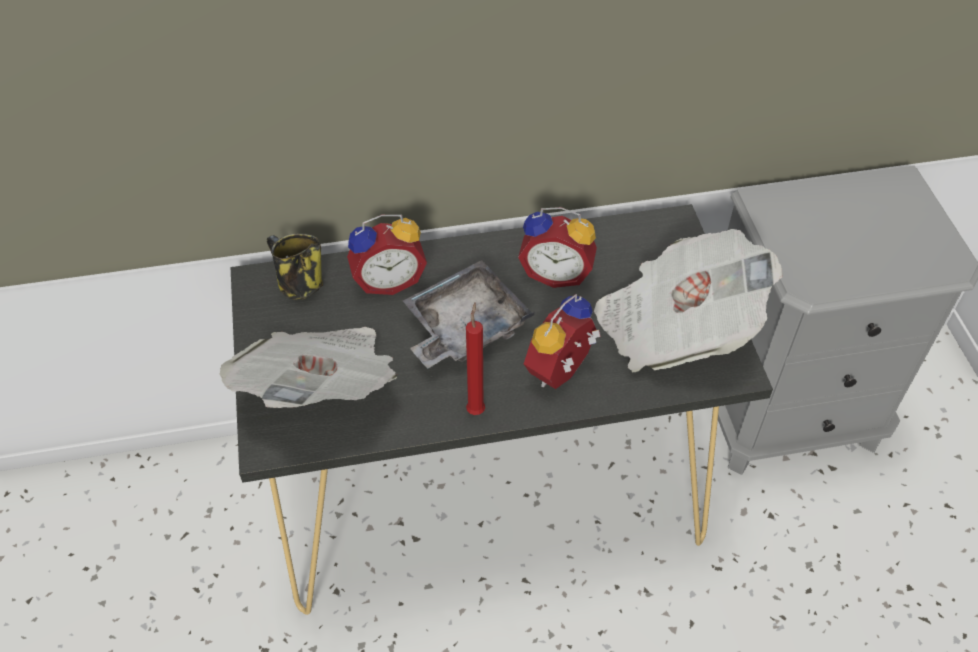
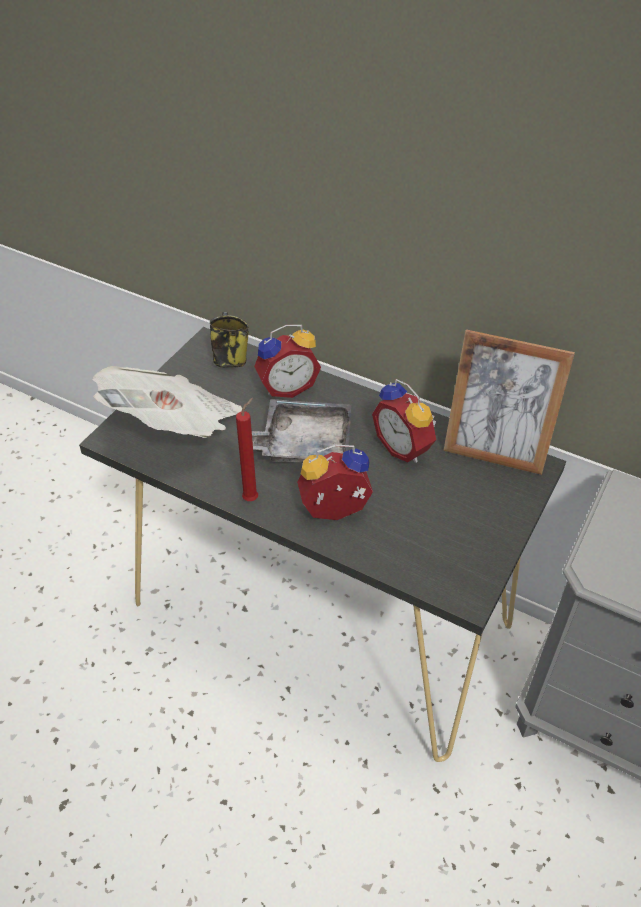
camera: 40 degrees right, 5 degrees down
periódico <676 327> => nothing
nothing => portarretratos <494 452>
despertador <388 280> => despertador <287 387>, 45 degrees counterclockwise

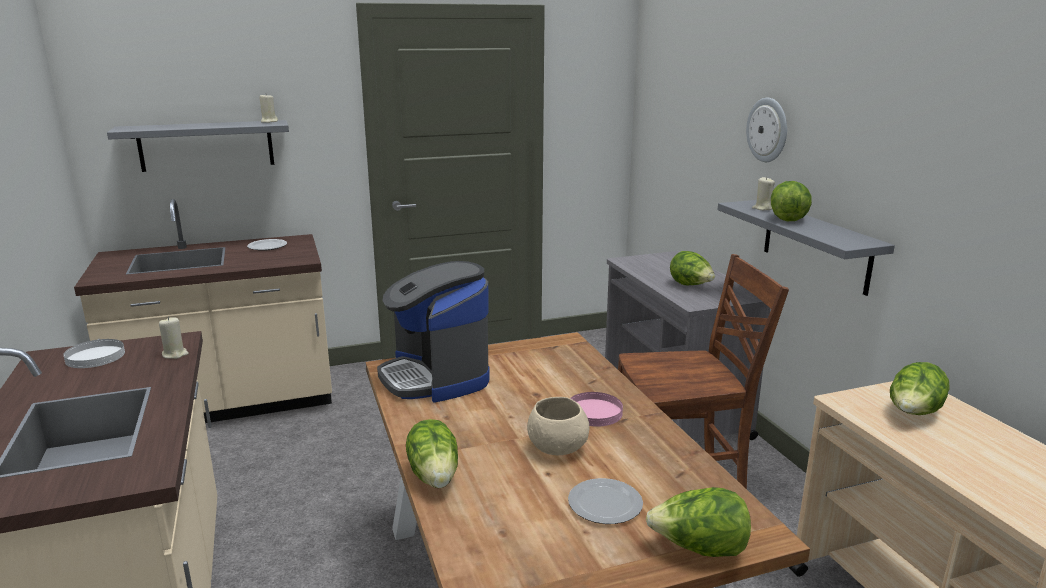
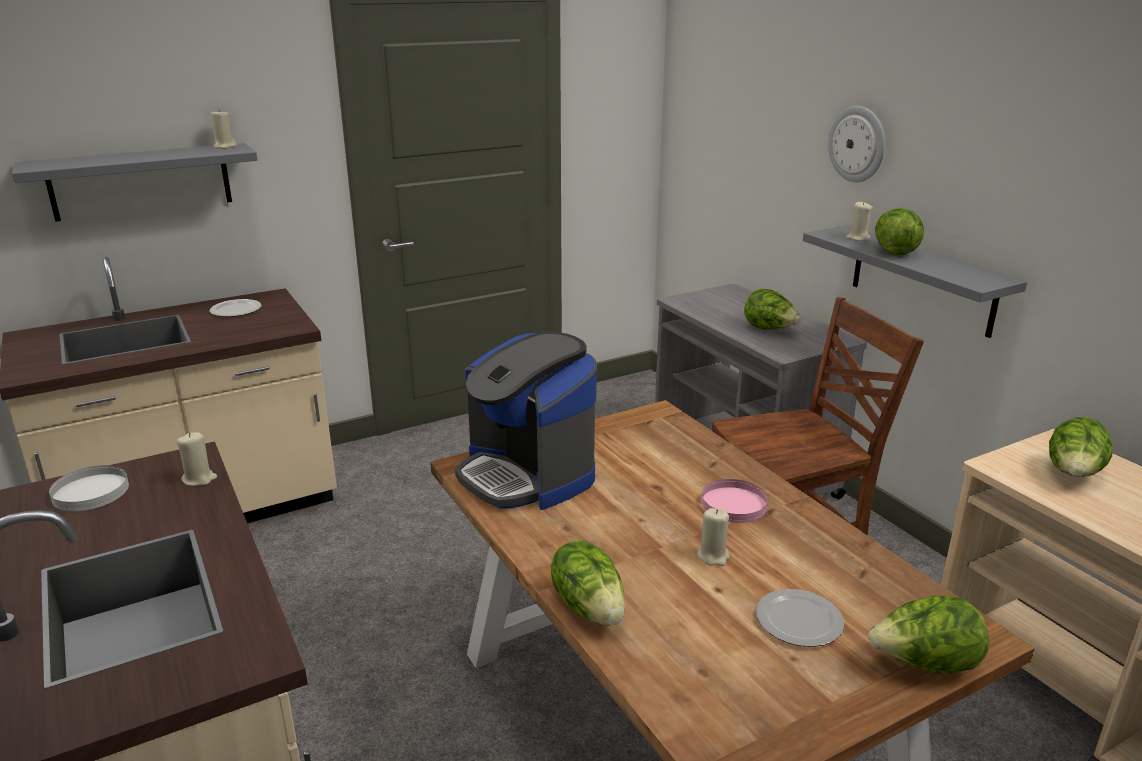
camera: 10 degrees left, 5 degrees up
cuenco (beis) <557 448> => vela (beis) <713 556>

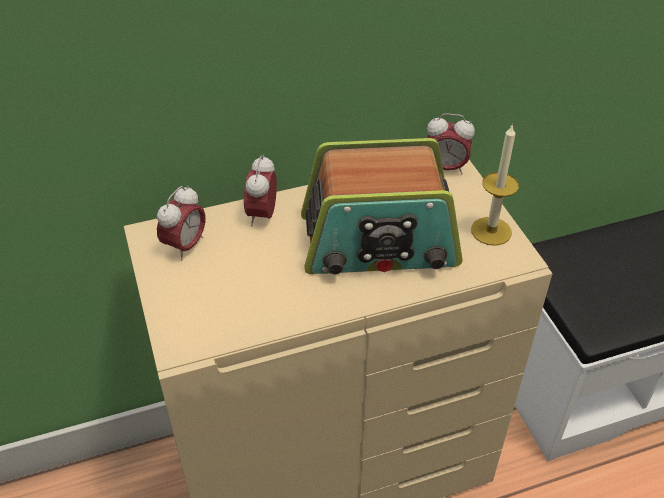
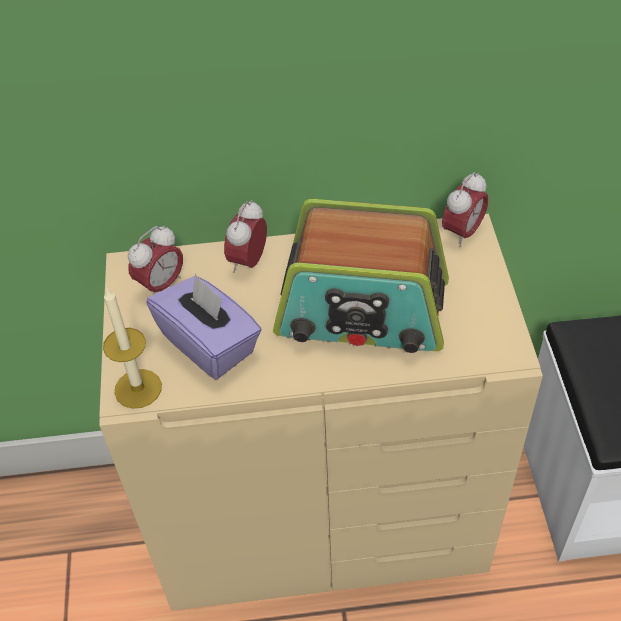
camera: 15 degrees right, 5 degrees up
nothing => caja de pañuelos (morado) <209 344>
vela <491 231> => vela <138 388>, moved
despertador <445 168> => despertador <462 233>, 75 degrees counterclockwise

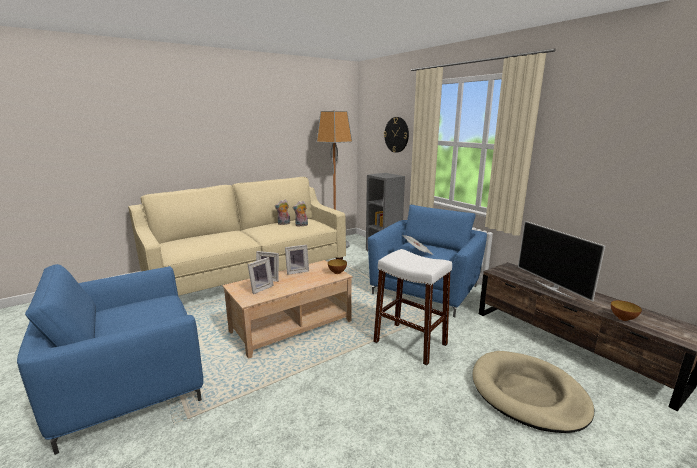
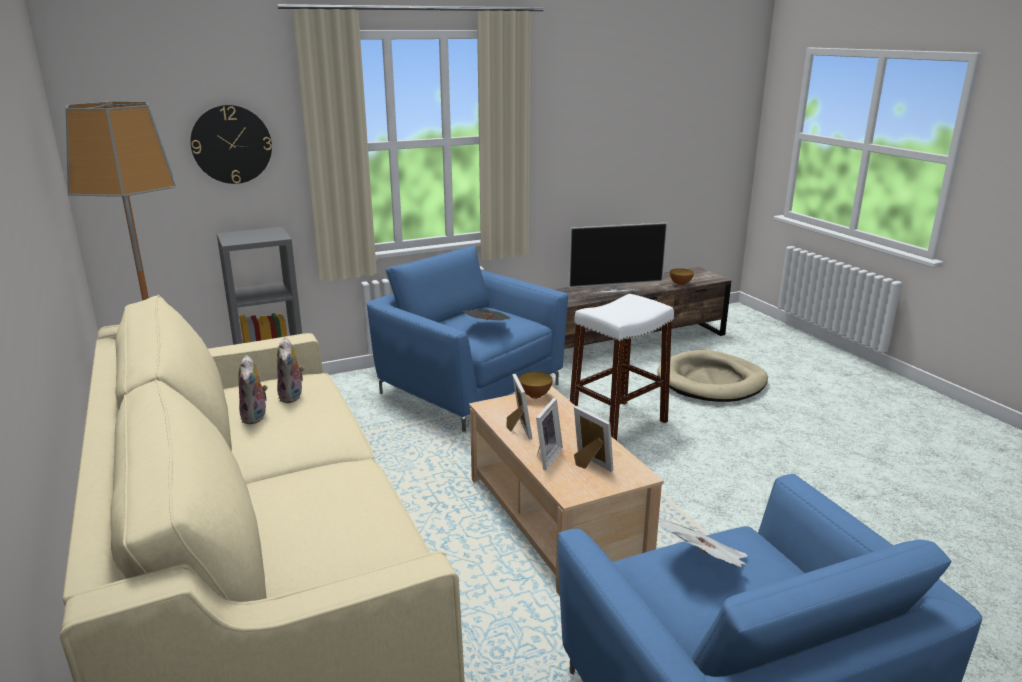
camera: 80 degrees left, 5 degrees up
nothing => periódico <704 563>

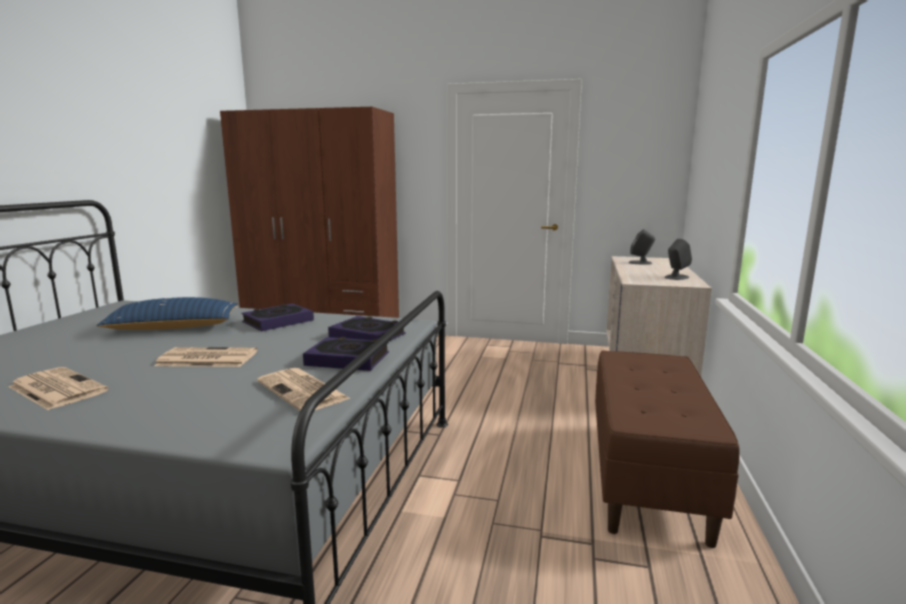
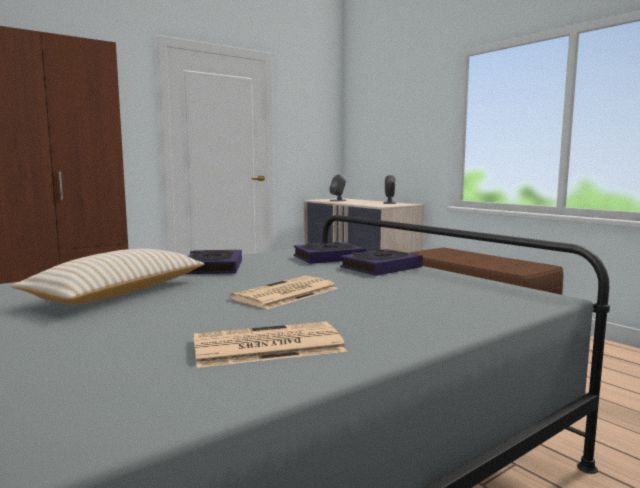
camera: 50 degrees left, 5 degrees down
periódico <304 391> => nothing
cojín (azul) <173 327> => cojín (beis) <119 293>

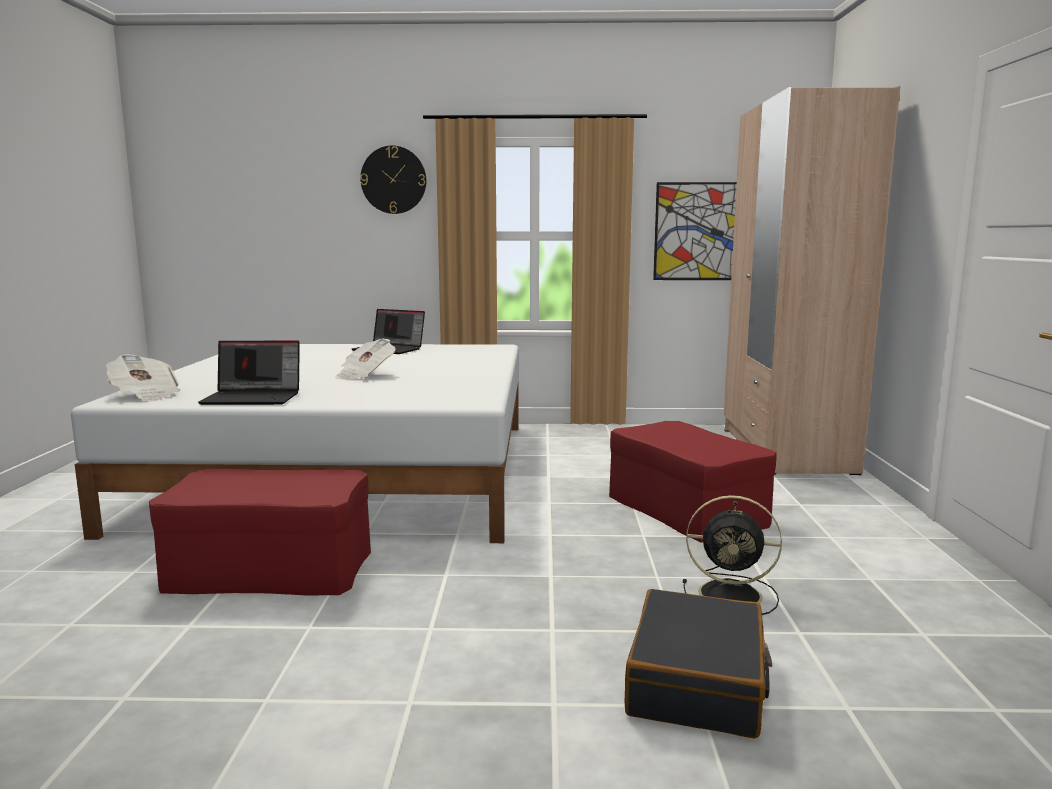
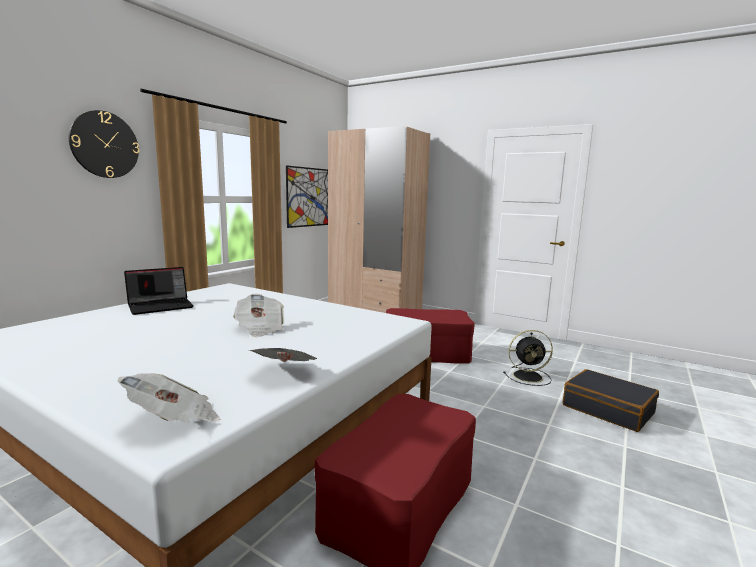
camera: 60 degrees left, 0 degrees up
portátil <254 398> => periódico <286 372>
ventilador (negro) <733 595> => ventilador (negro) <529 376>, 45 degrees clockwise

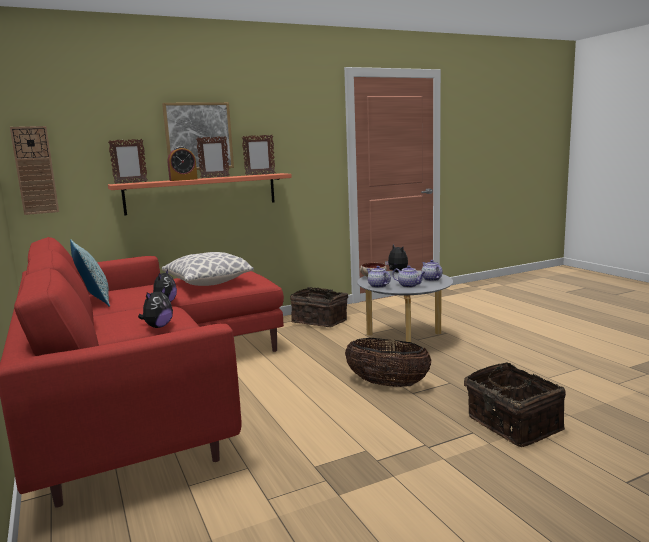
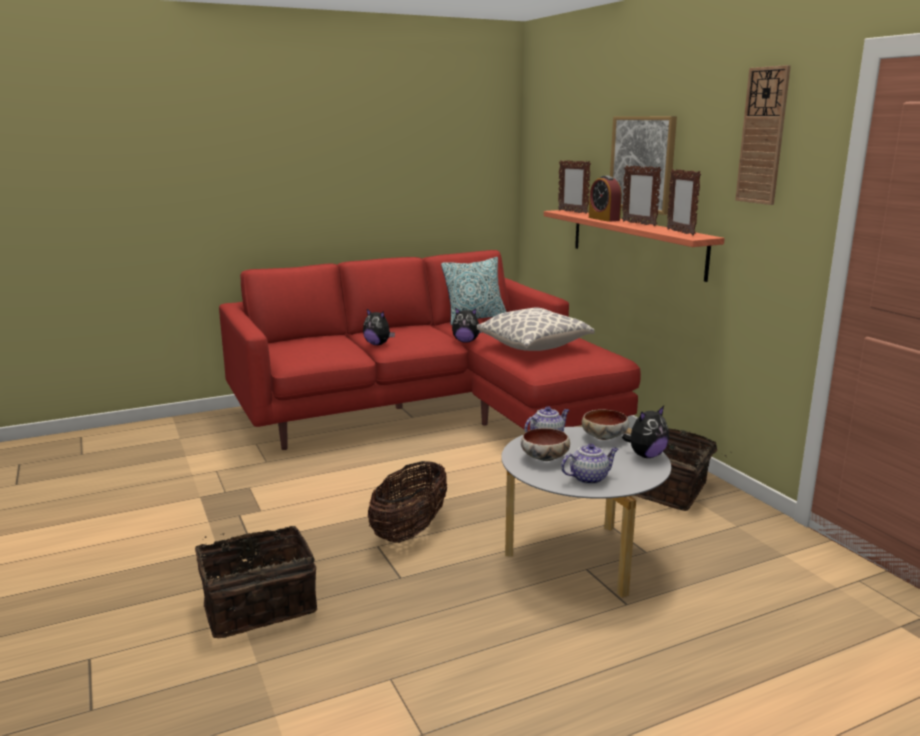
camera: 90 degrees right, 5 degrees up
reloj de pared <35 170> => reloj de pared <763 136>, moved
tetera <409 286> => cuenco <544 458>

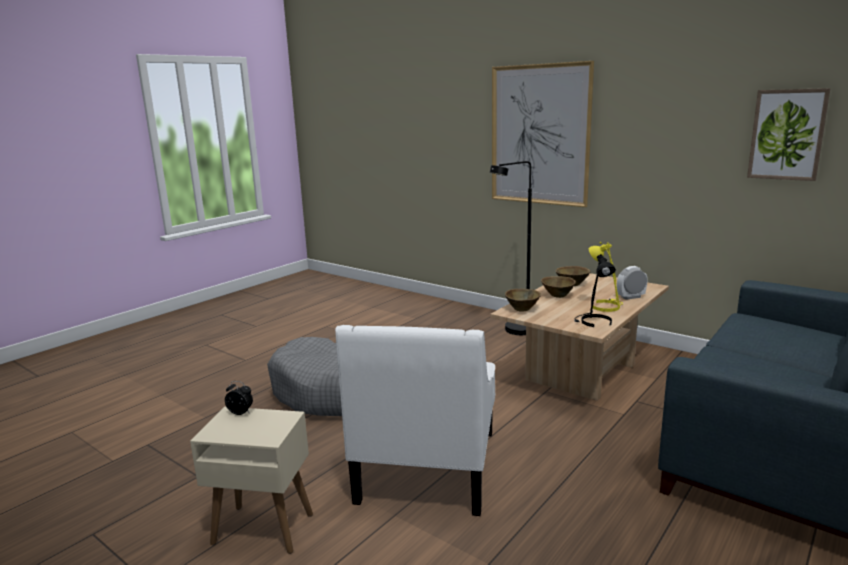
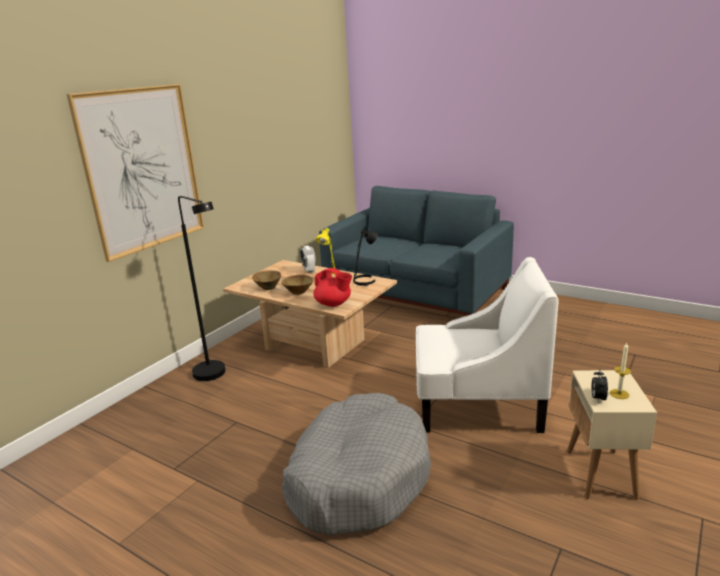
camera: 95 degrees left, 5 degrees up
cuadro <787 134> => nothing
nothing => vela <619 394>
cuenco (marrón) <522 309> => tetera (rojo) <333 304>

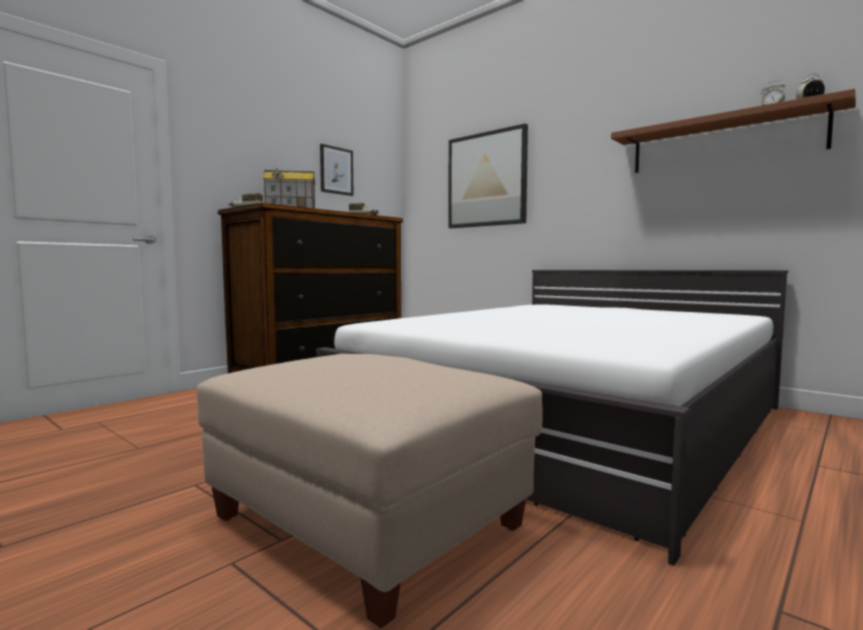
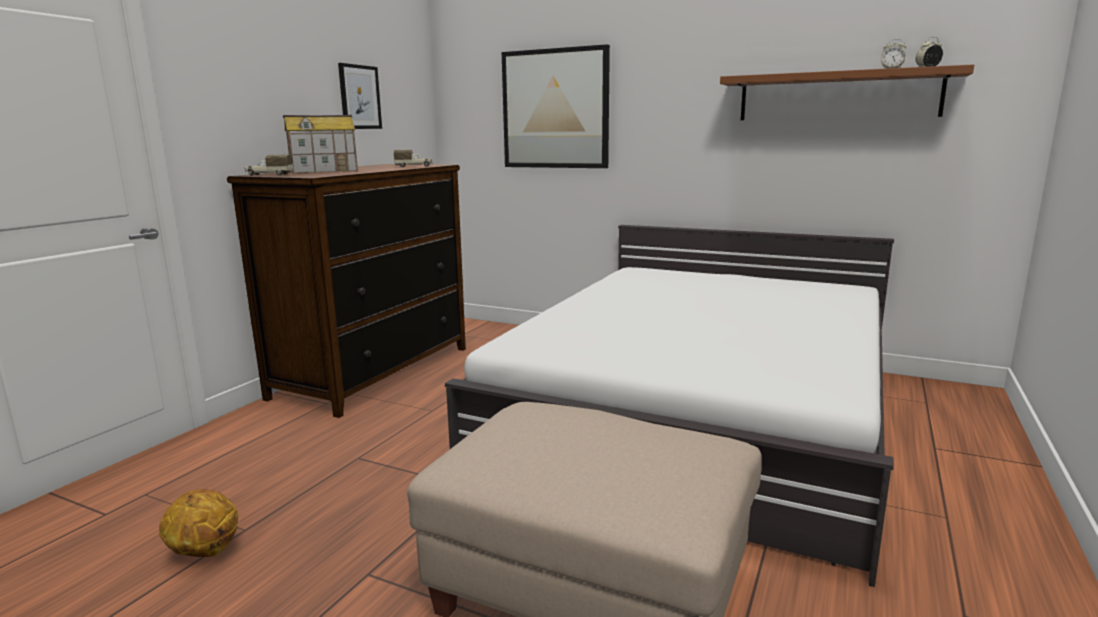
camera: 15 degrees left, 10 degrees up
nothing => balón de baloncesto <204 552>

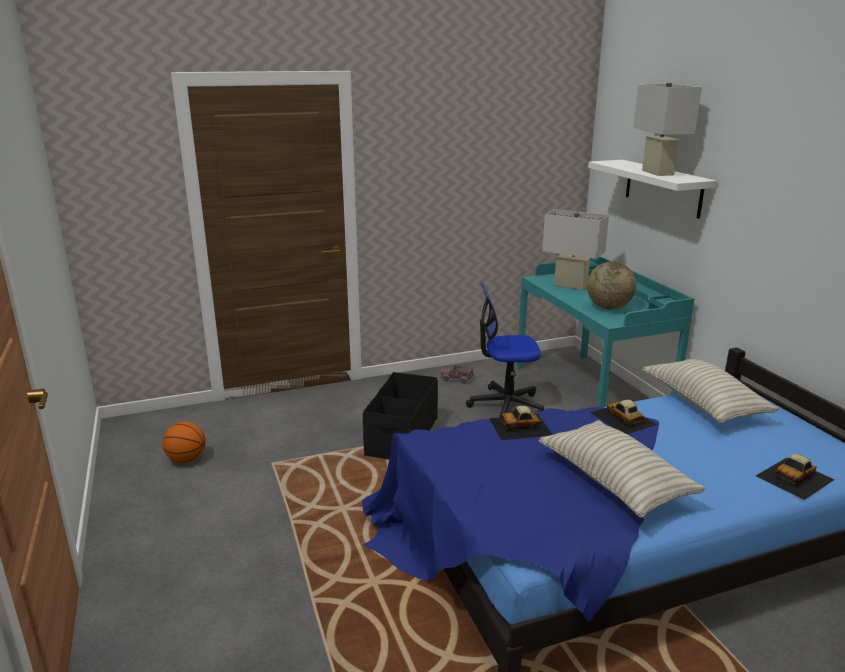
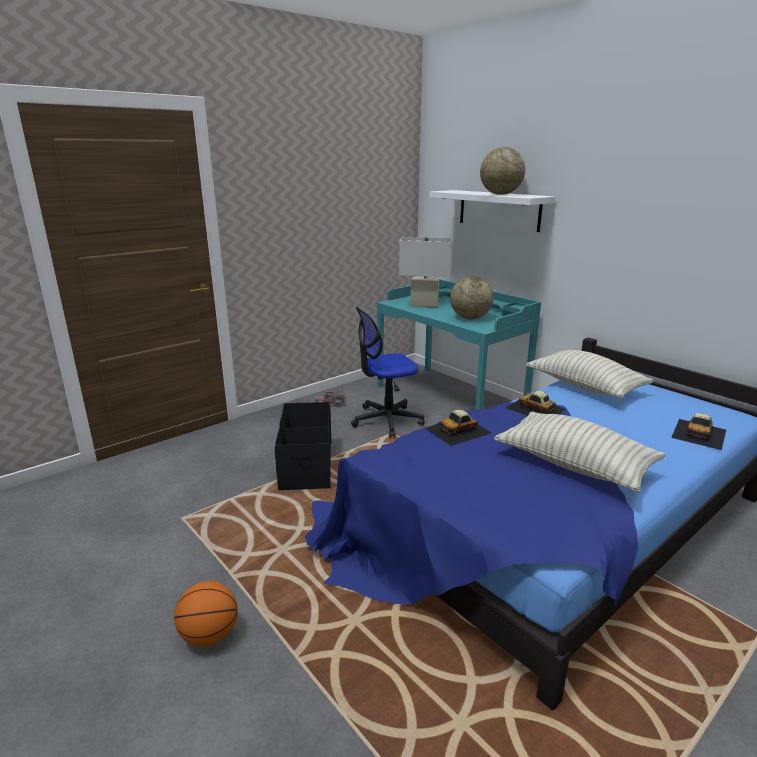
camera: 20 degrees left, 0 degrees up
balón de baloncesto <186 459> => balón de baloncesto <209 635>, moved
lámpara de mesa (blanco) <657 172> => globo terráqueo <500 194>

